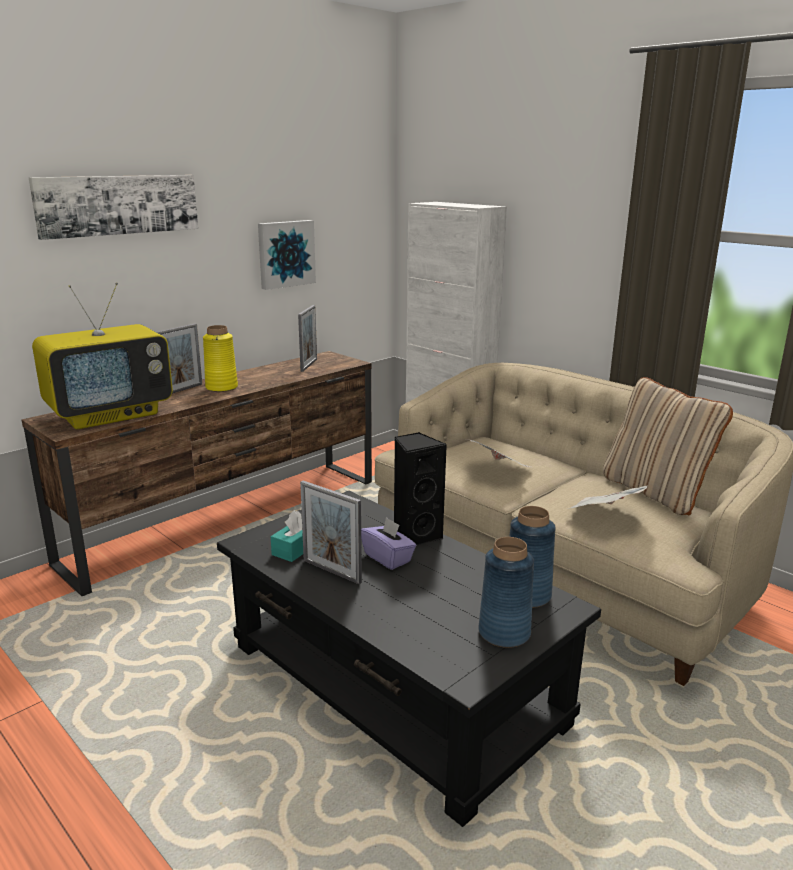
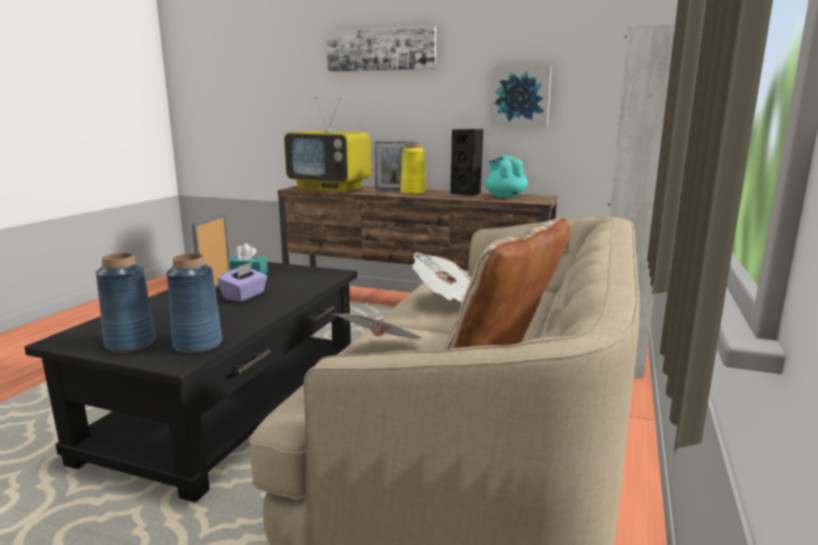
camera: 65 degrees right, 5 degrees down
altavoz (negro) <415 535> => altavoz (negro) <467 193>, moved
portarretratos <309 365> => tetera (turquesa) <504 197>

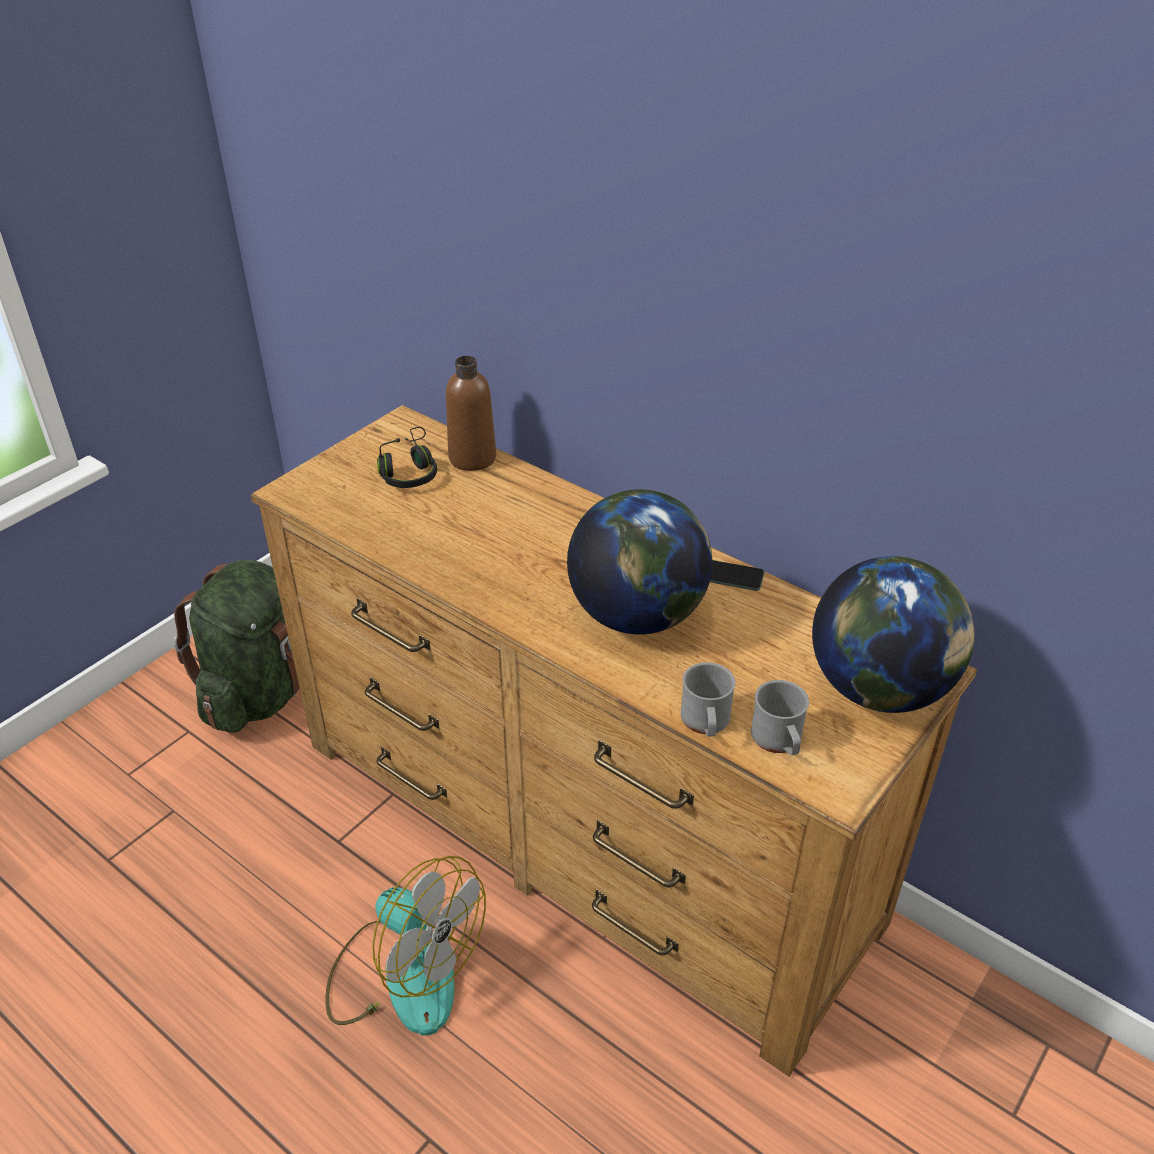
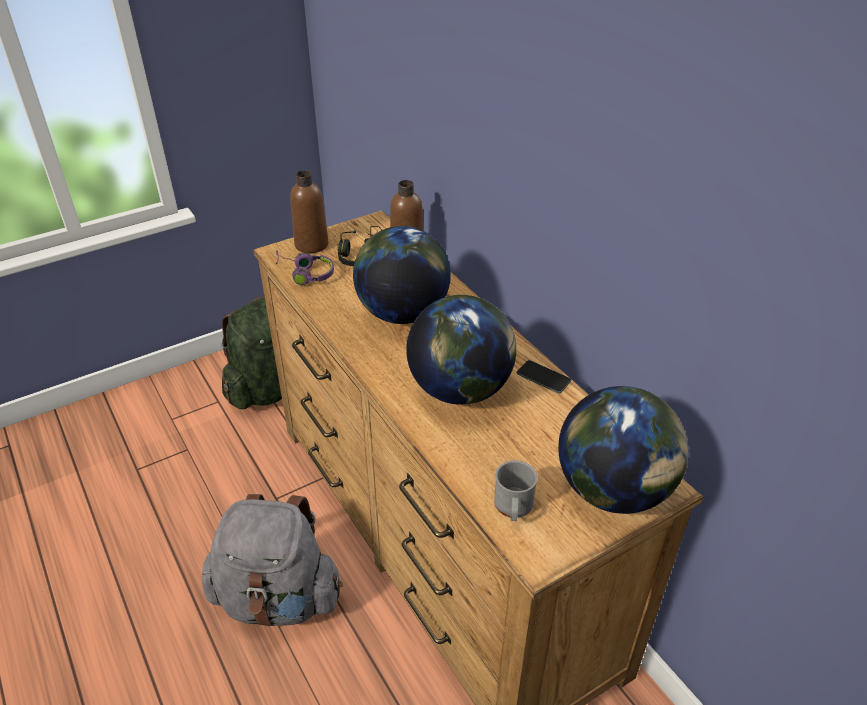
camera: 20 degrees right, 0 degrees up
taza grande (gris) <706 723> => nothing
nothing => auriculares (morado) <305 274>
nothing => botella (marrón) <311 245>
nothing => globo terráqueo <402 313>
ventilador <404 973> => mochila (gris) <278 599>

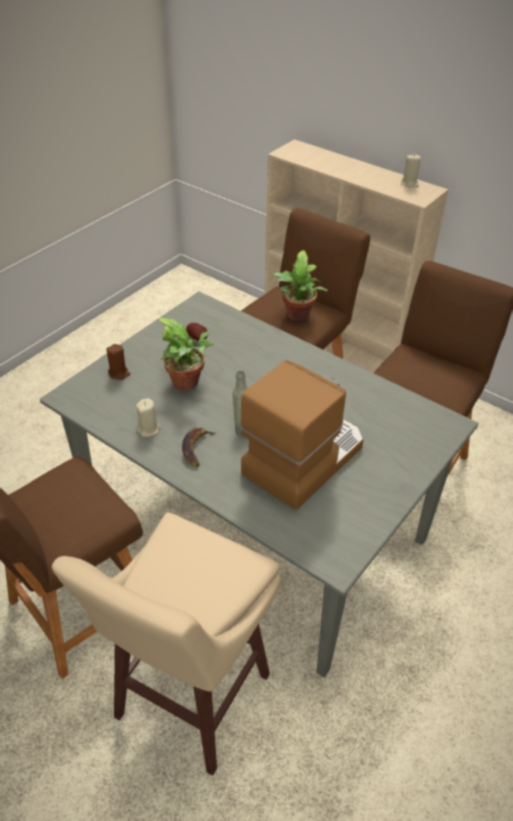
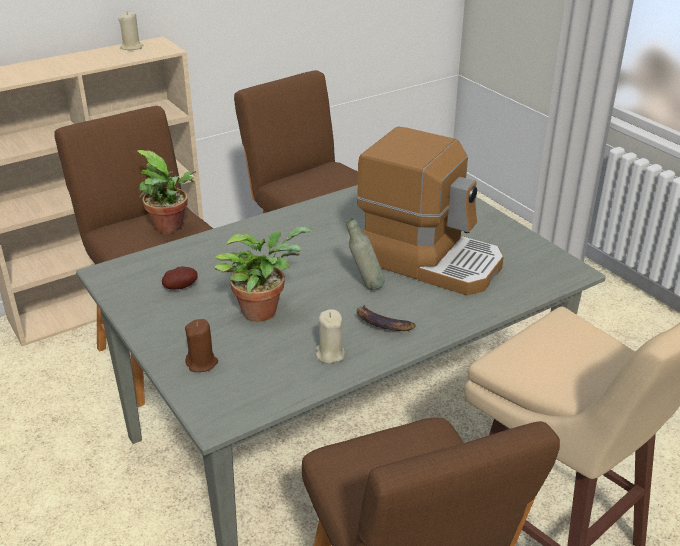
camera: 70 degrees left, 10 degrees down
cafetera <302 458> => cafetera <430 259>, 150 degrees clockwise

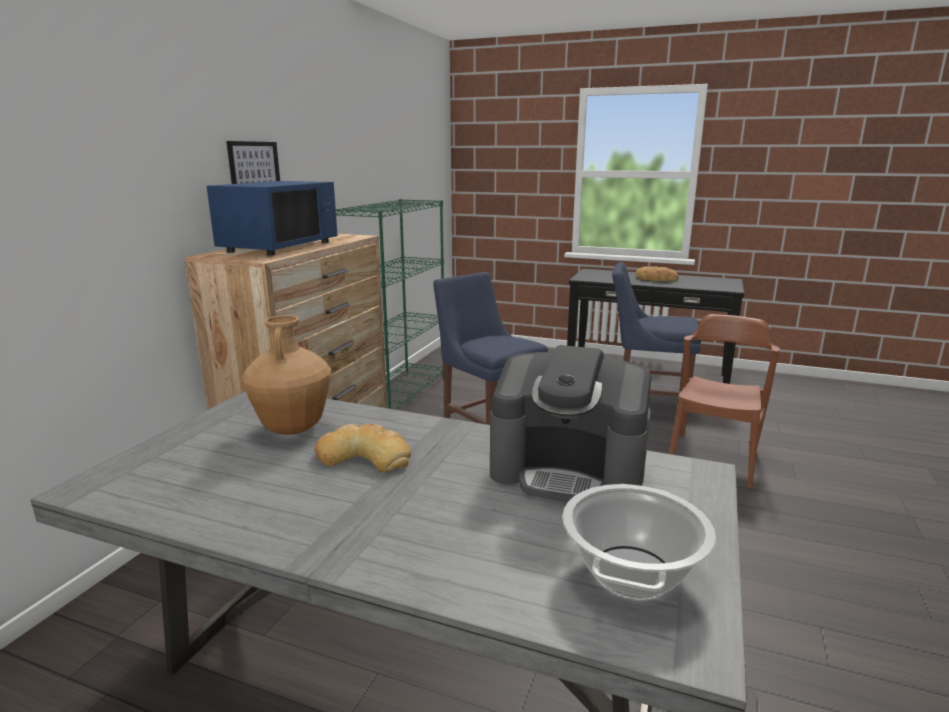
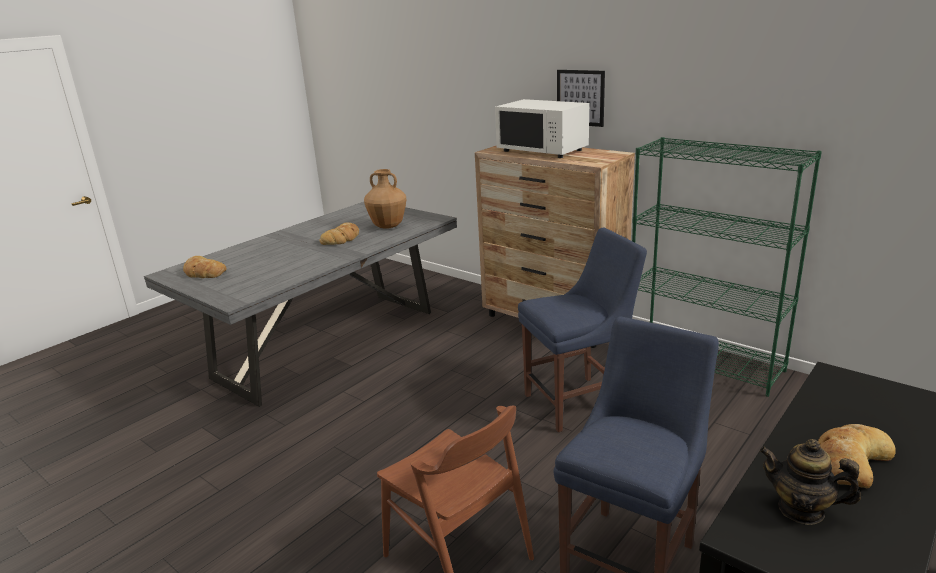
camera: 110 degrees right, 5 degrees up
cafetera <568 470> => nothing
nothing => tetera <801 509>
olla <631 571> => pan <204 272>
microondas (azul) <280 247> => microondas (blanco) <542 150>

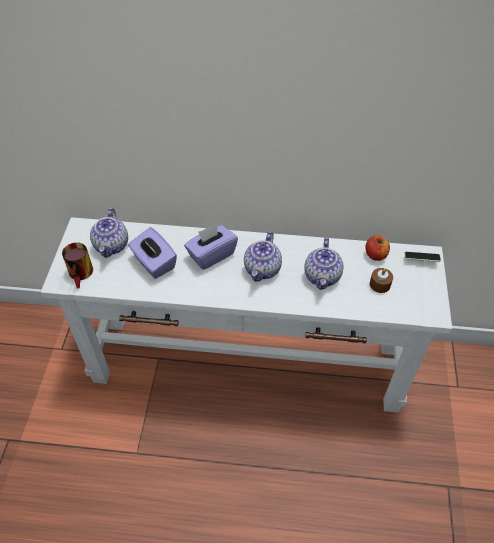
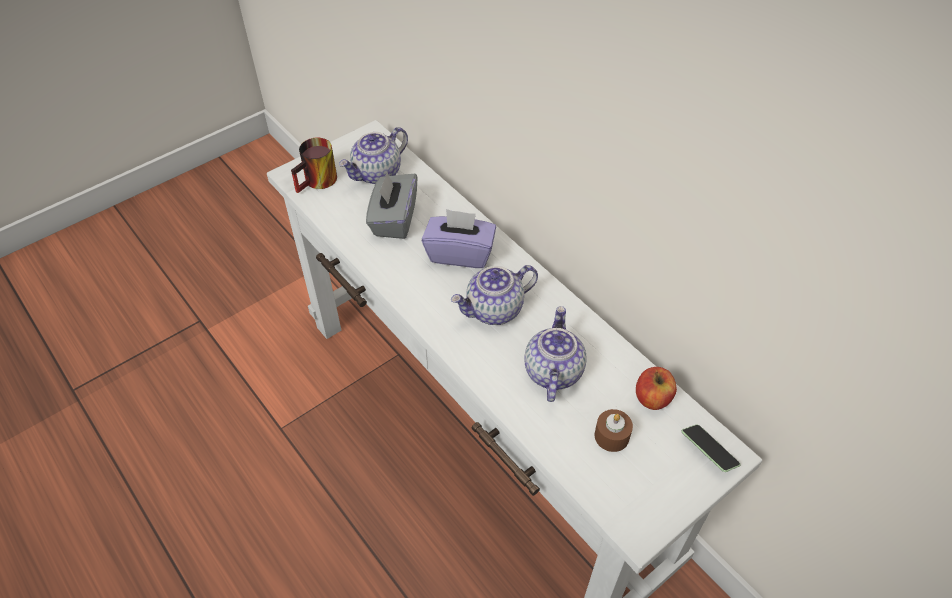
camera: 45 degrees right, 0 degrees up
caja de pañuelos (morado) <154 263> => caja de pañuelos (gris) <394 219>
tetera <323 276> => tetera <552 371>, 135 degrees clockwise

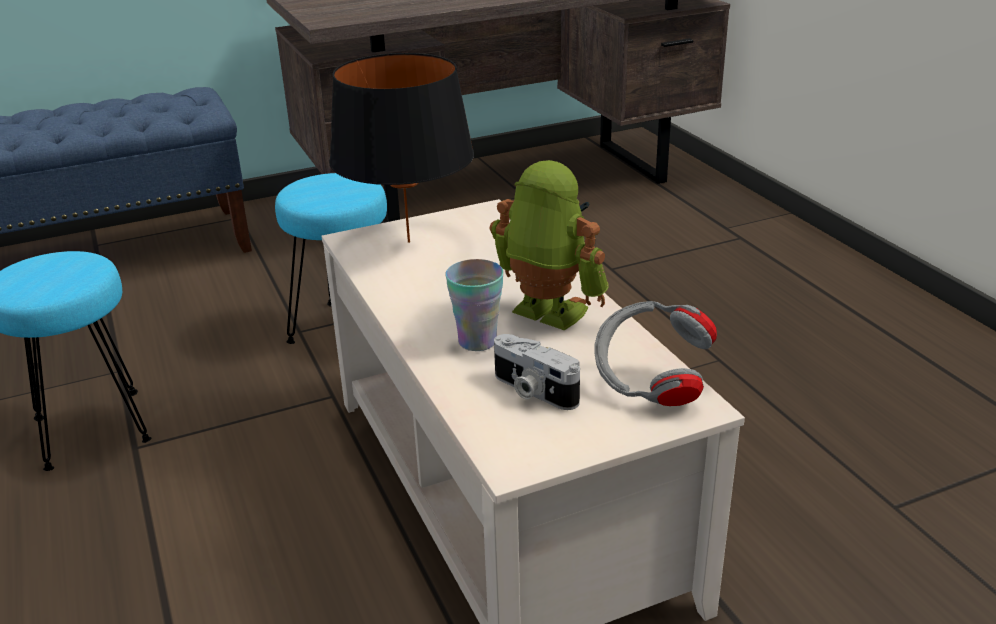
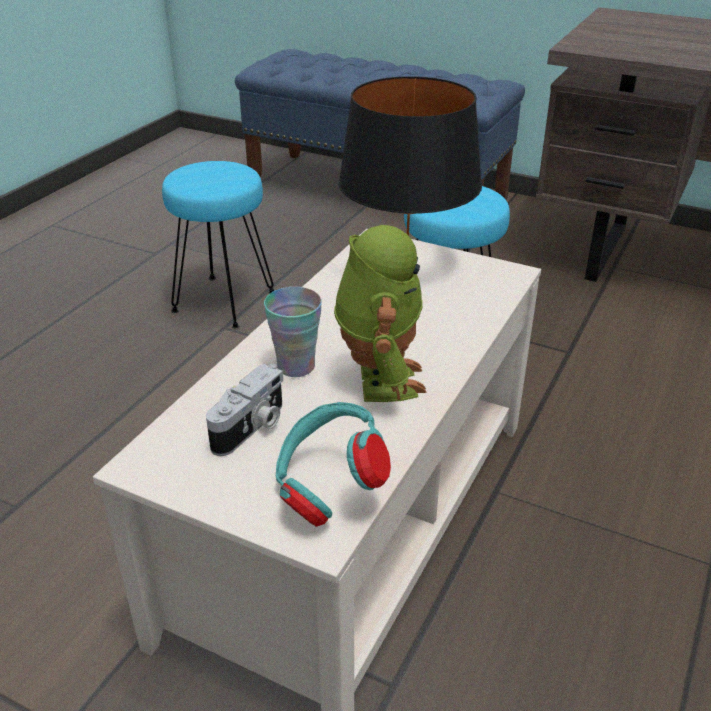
camera: 50 degrees right, 5 degrees up
auriculares (gris) <650 385> => auriculares (turquesa) <328 489>
cámara <532 391> => cámara <252 427>, 150 degrees counterclockwise

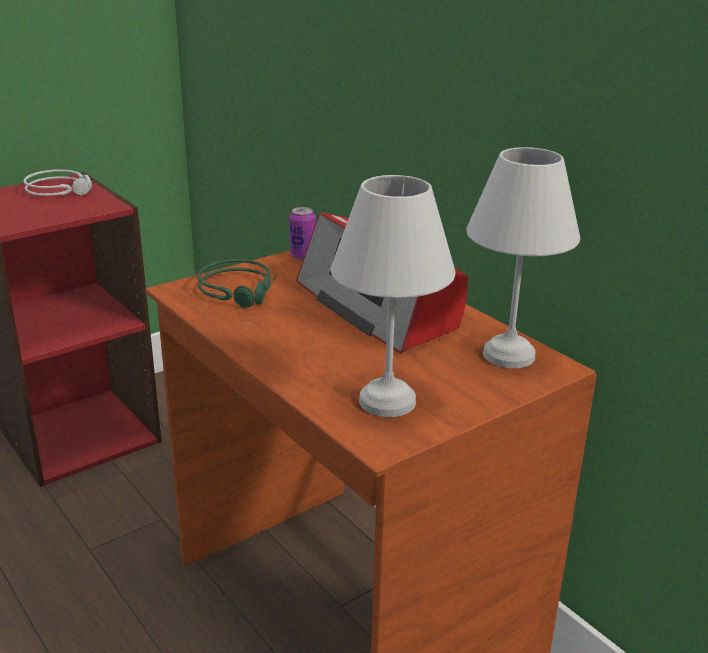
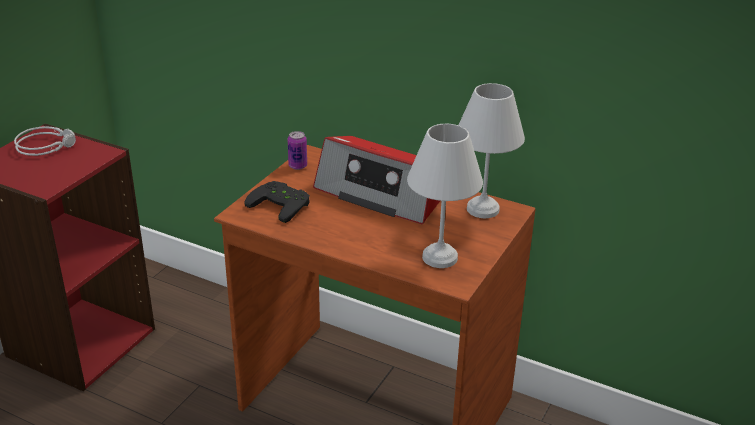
camera: 25 degrees left, 5 degrees up
auriculares (verde) <240 291> => mando de consola (negro) <282 204>

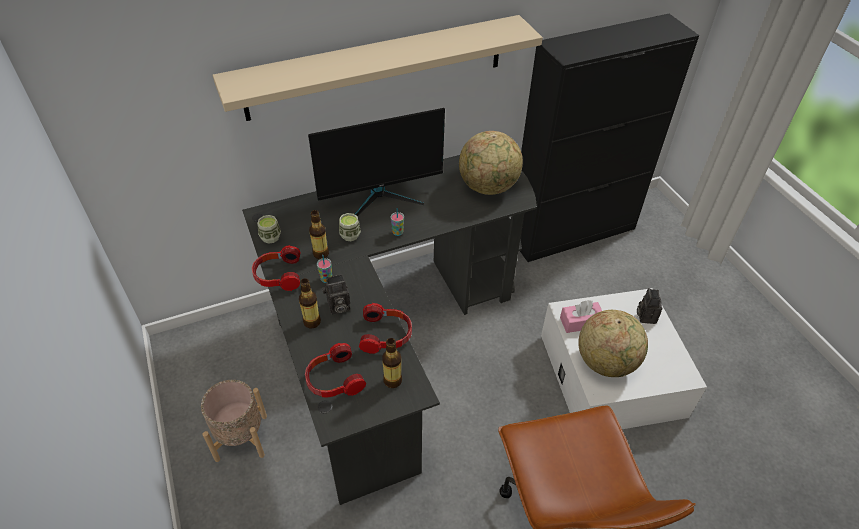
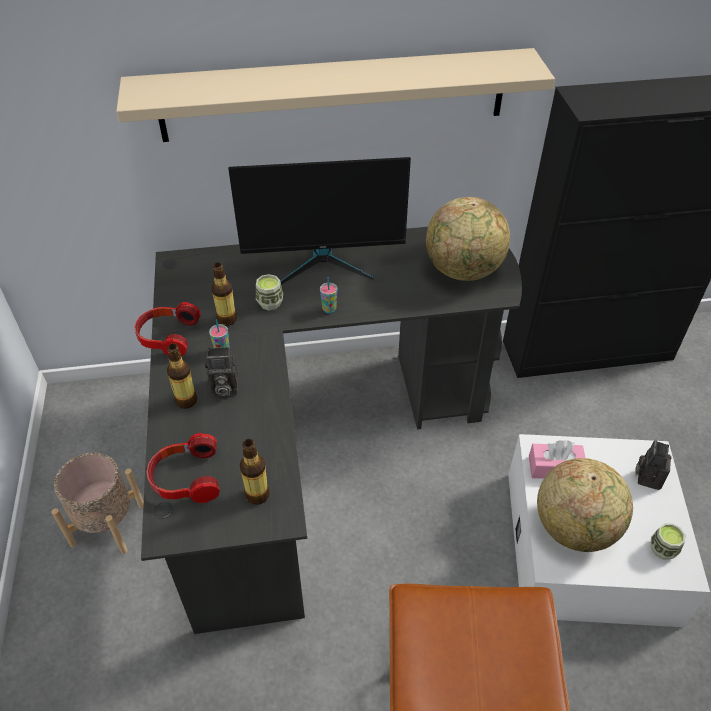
camera: 15 degrees right, 0 degrees up
auriculares <386 335> => nothing
taza <270 237> => taza <662 549>, moved

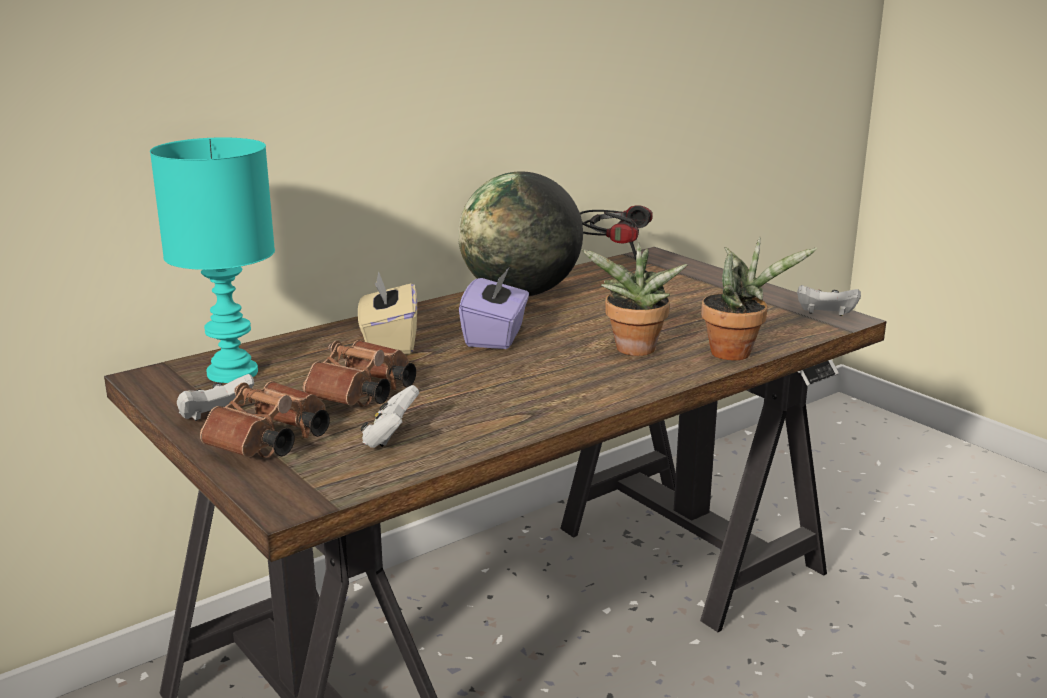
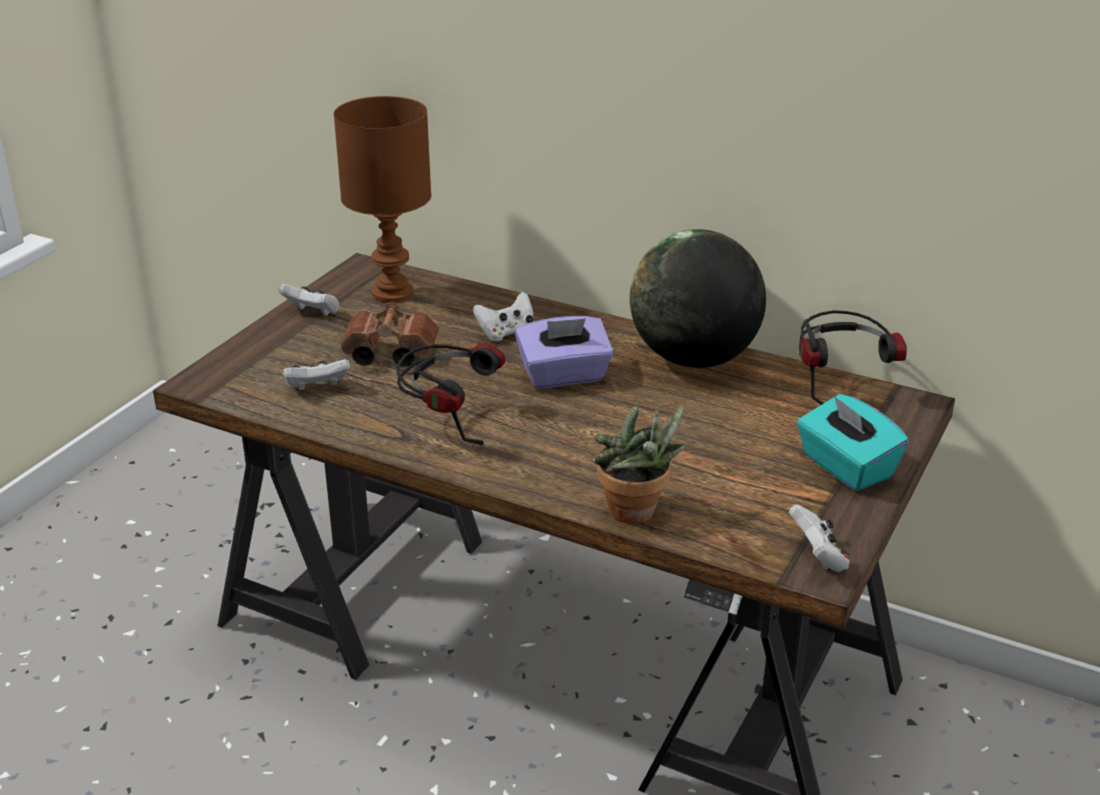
camera: 65 degrees right, 10 degrees up
prismáticos (marrón) <268 444> => nothing
planta en maceta <633 351> => nothing
nothing => auriculares <449 423>
nothing => caja de pañuelos (turquesa) <846 467>
caja de pañuelos (beis) <389 342> => mando de consola (blanco) <506 333>
lámpara de mesa (turquesa) <233 372> => lámpara de mesa (marrón) <394 293>

